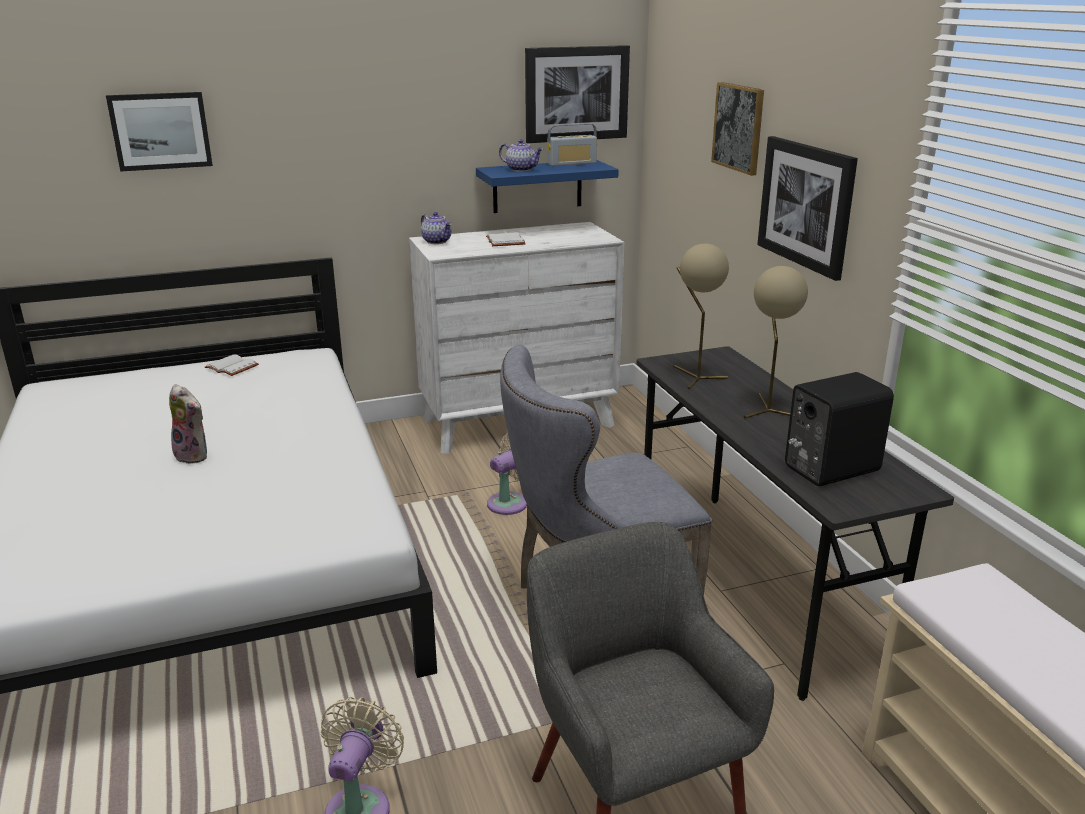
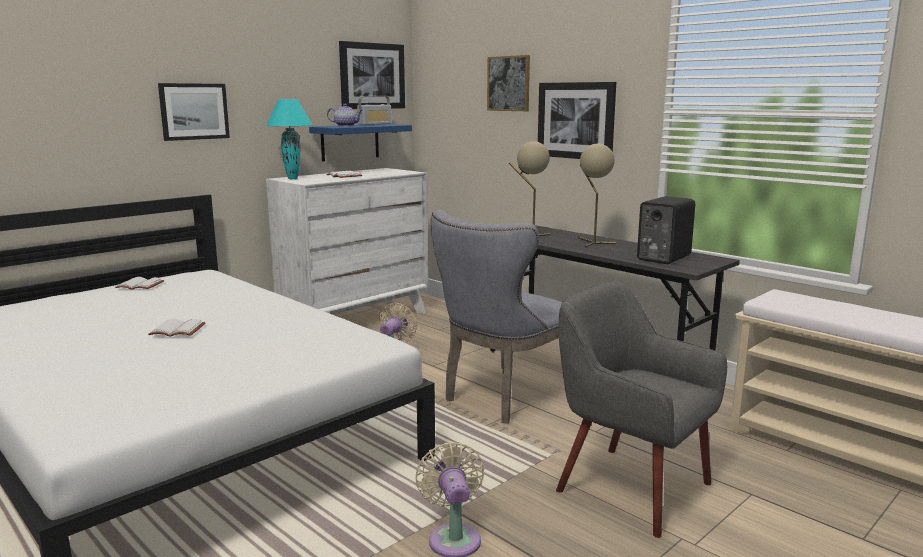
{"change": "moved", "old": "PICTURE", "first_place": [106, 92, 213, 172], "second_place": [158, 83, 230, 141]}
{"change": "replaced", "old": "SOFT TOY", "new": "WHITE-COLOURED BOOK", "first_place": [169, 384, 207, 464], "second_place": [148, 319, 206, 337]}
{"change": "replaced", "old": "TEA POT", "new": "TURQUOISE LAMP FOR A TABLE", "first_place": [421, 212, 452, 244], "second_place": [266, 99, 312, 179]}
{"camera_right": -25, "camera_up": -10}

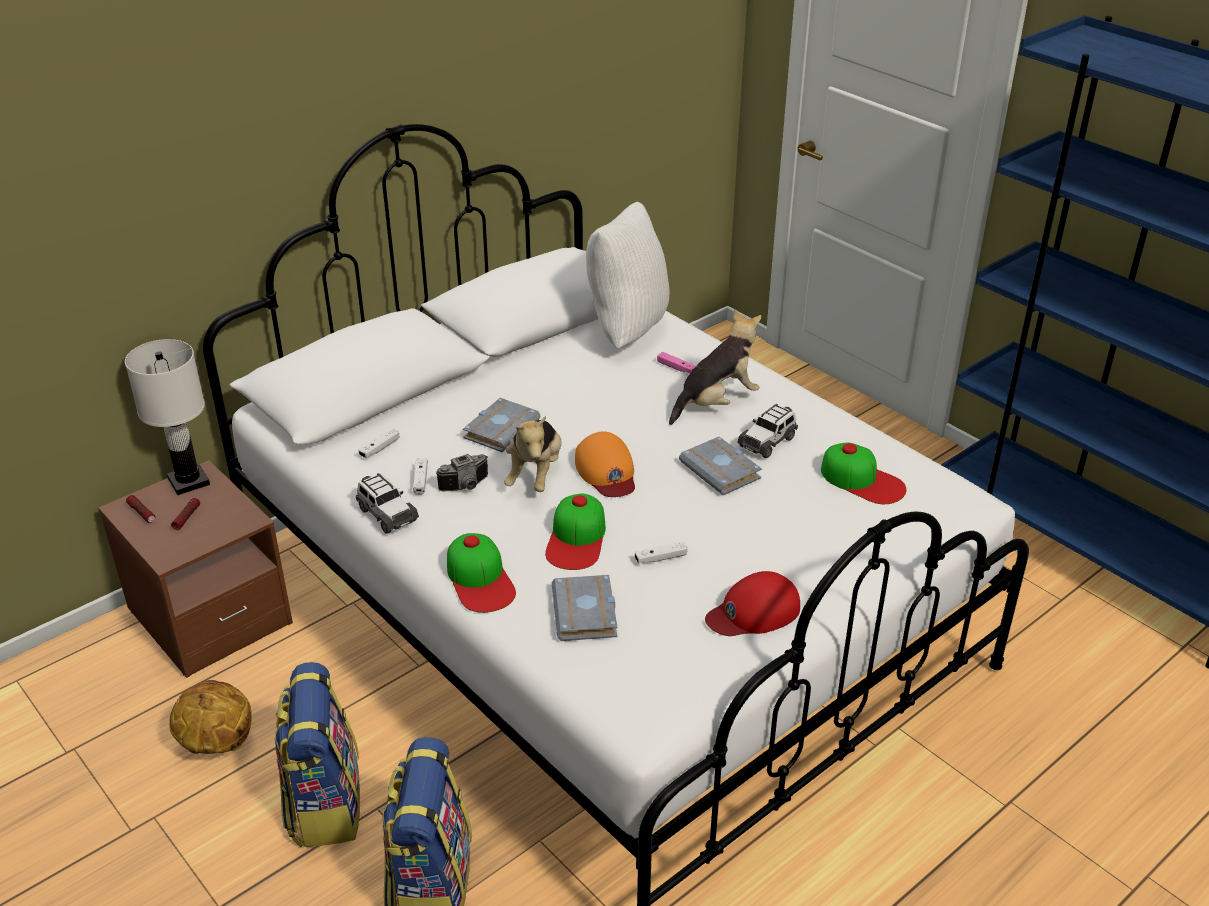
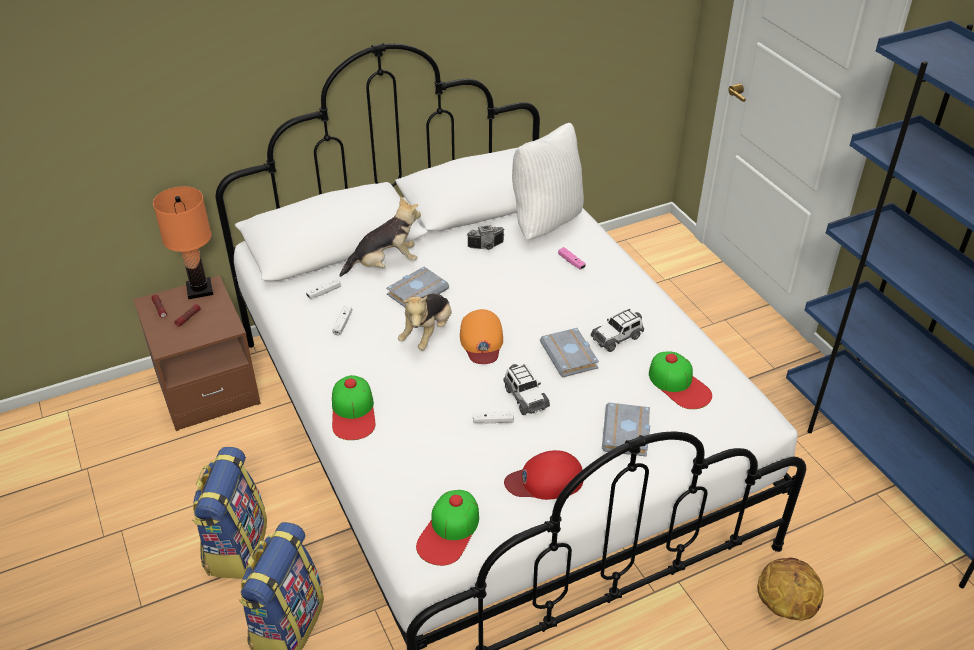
{"change": "moved", "old": "BASKETBALL BALL", "first_place": [169, 680, 252, 754], "second_place": [757, 558, 823, 621]}
{"change": "moved", "old": "MINIATURE CAR", "first_place": [356, 473, 419, 534], "second_place": [503, 364, 550, 415]}
{"change": "moved", "old": "STILL CAMERA", "first_place": [436, 454, 488, 491], "second_place": [467, 225, 504, 250]}
{"change": "moved", "old": "CAP", "first_place": [545, 494, 606, 570], "second_place": [416, 490, 479, 566]}
{"change": "moved", "old": "GRAY BOOK", "first_place": [552, 575, 617, 641], "second_place": [602, 403, 650, 457]}
{"change": "moved", "old": "SOFT TOY", "first_place": [669, 309, 761, 425], "second_place": [340, 196, 421, 277]}
{"change": "recoloured", "old": "WHITE-COLOURED LAMP FOR A TABLE", "new": "ORANGE LAMP FOR A TABLE", "first_place": [125, 339, 210, 495], "second_place": [153, 186, 213, 299]}
{"camera_right": 15, "camera_up": 5}

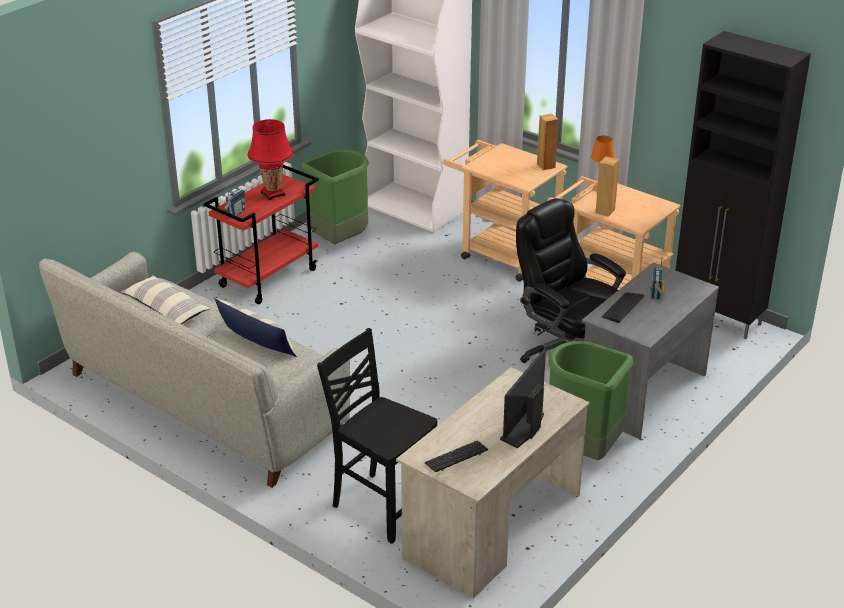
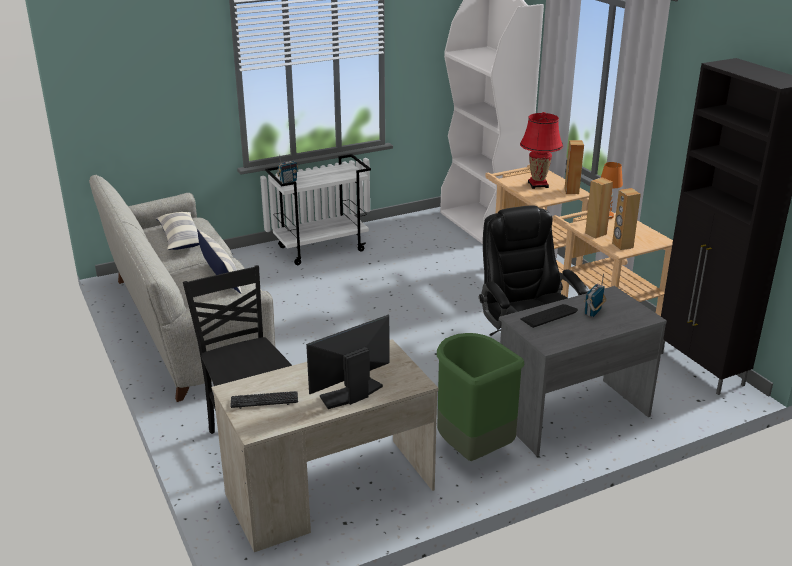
{"change": "removed", "old": "GREEN RUBBISH BIN", "first_place": [302, 149, 369, 244]}
{"change": "added", "new": "BROWNISH LOUDSPEAKER", "second_place": [612, 188, 641, 250]}
{"change": "moved", "old": "RED LAMP FOR A TABLE", "first_place": [247, 119, 293, 200], "second_place": [520, 112, 563, 189]}
{"change": "recoloured", "old": "RED WHEELED CART", "new": "WHITE-COLOURED WHEELED CART", "first_place": [203, 165, 319, 304], "second_place": [265, 154, 371, 265]}
{"camera_right": 25, "camera_up": -5}

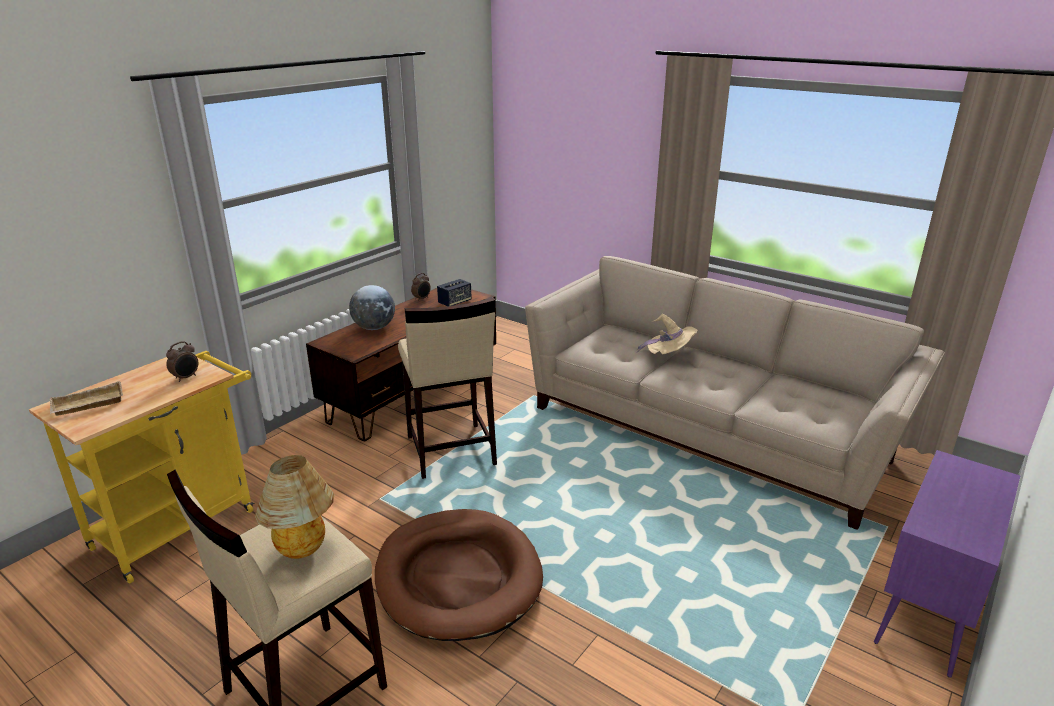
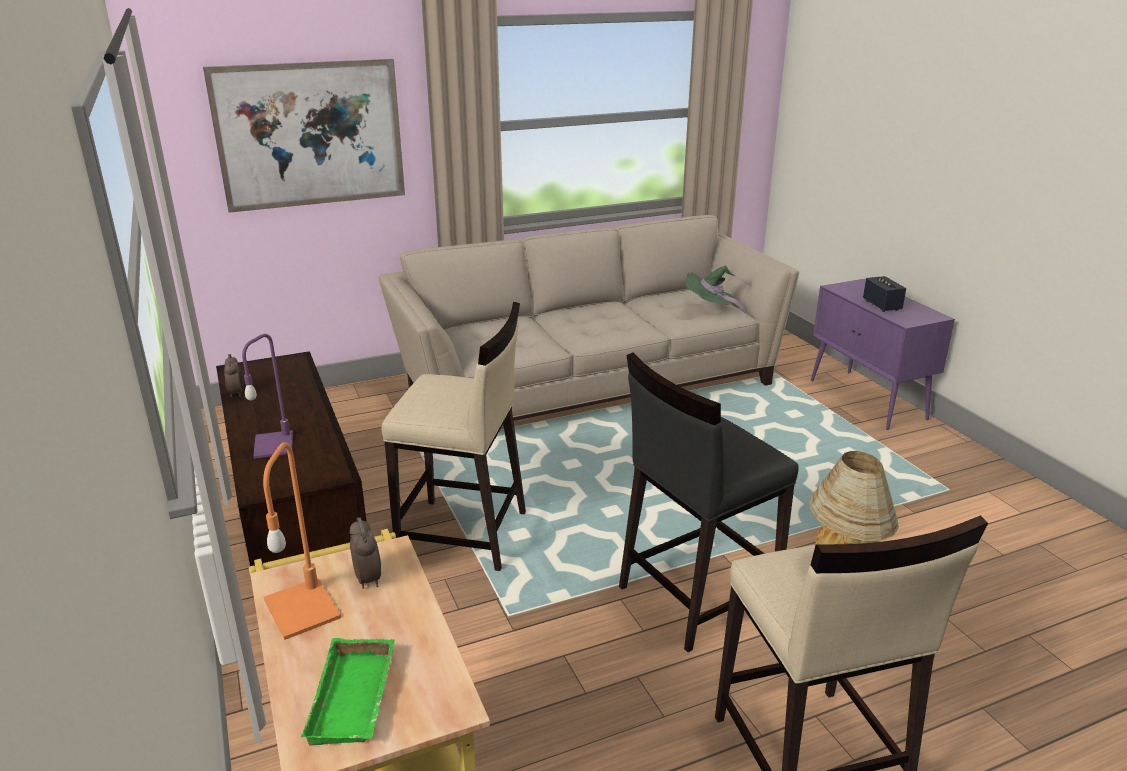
{"change": "removed", "old": "BEIGE-COLOURED WEARABLE HAT", "first_place": [636, 314, 698, 354]}
{"change": "added", "new": "PICTURE", "second_place": [203, 59, 405, 213]}
{"change": "added", "new": "ORANGE LAMP FOR A TABLE", "second_place": [263, 442, 341, 640]}
{"change": "added", "new": "GREEN WEARABLE HAT", "second_place": [685, 266, 745, 314]}
{"change": "moved", "old": "LOUDSPEAKER", "first_place": [437, 279, 472, 306], "second_place": [863, 276, 906, 312]}
{"change": "replaced", "old": "DESK GLOBE", "new": "PURPLISH LAMP FOR A TABLE", "first_place": [349, 285, 395, 330], "second_place": [242, 334, 293, 459]}
{"change": "replaced", "old": "BROWNISH DOG CUSHION", "new": "BLACKISH SITTING STOOL", "first_place": [375, 509, 543, 641], "second_place": [619, 353, 799, 652]}
{"change": "recoloured", "old": "BEIGE-COLOURED SERVING TRAY", "new": "GREEN SERVING TRAY", "first_place": [50, 381, 123, 416], "second_place": [301, 638, 395, 746]}
{"camera_right": -60, "camera_up": 0}

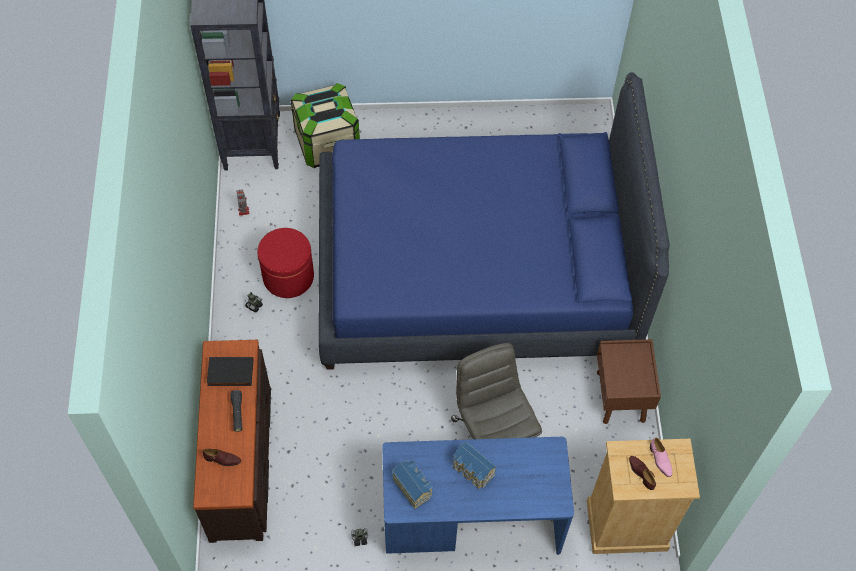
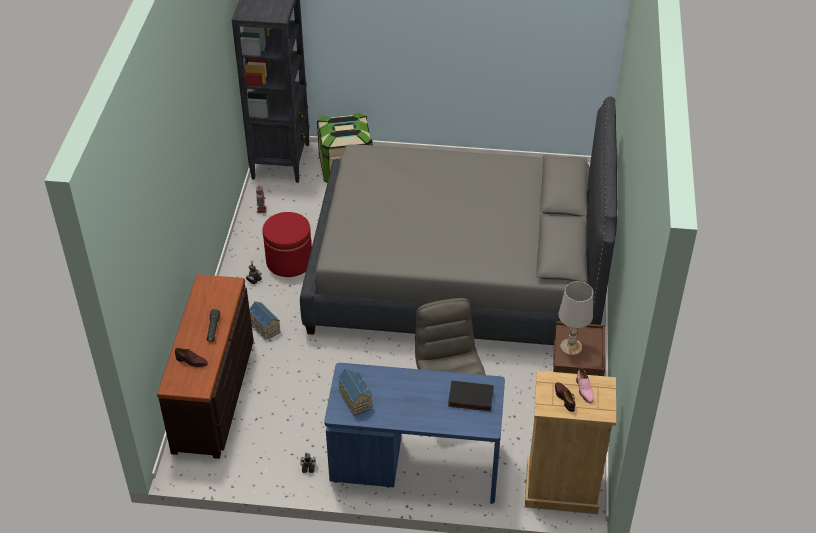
{"change": "added", "new": "WHITE-COLOURED LAMP FOR A TABLE", "second_place": [559, 281, 593, 355]}
{"change": "moved", "old": "BLACKISH BOOK", "first_place": [207, 357, 254, 386], "second_place": [448, 381, 494, 411]}
{"change": "moved", "old": "MODEL HOUSE", "first_place": [452, 442, 497, 489], "second_place": [250, 301, 281, 340]}
{"change": "recoloured", "old": "BLUISH BED", "new": "GRAY BED", "first_place": [318, 72, 670, 370], "second_place": [300, 97, 617, 345]}
{"camera_right": 10, "camera_up": -15}

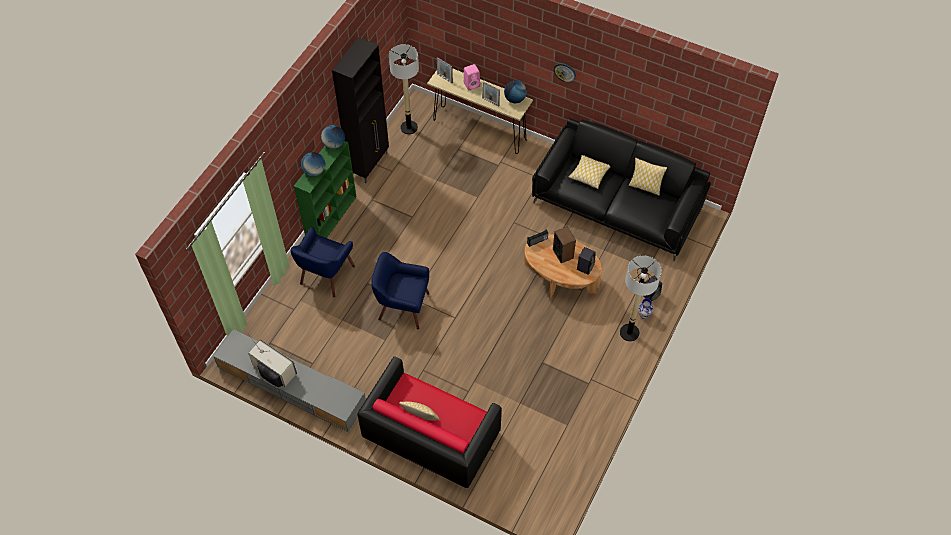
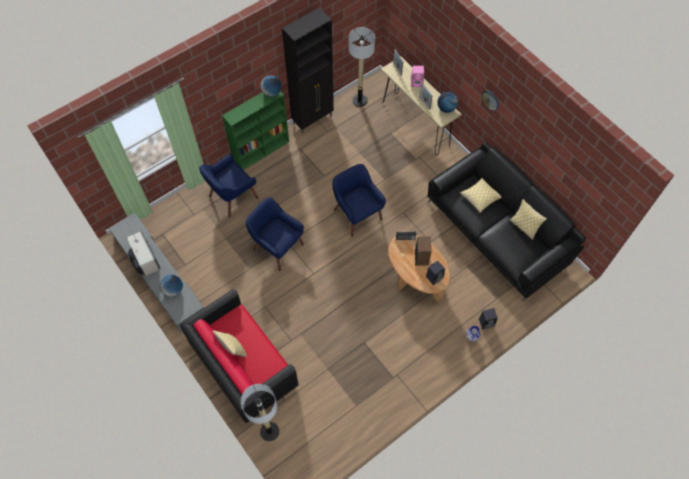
{"change": "added", "new": "BLUISH EASY CHAIR", "second_place": [332, 164, 386, 237]}
{"change": "moved", "old": "DESK GLOBE", "first_place": [301, 152, 325, 177], "second_place": [160, 275, 183, 297]}
{"change": "moved", "old": "FLOOR LAMP", "first_place": [620, 256, 662, 342], "second_place": [241, 384, 279, 441]}
{"camera_right": 25, "camera_up": 5}

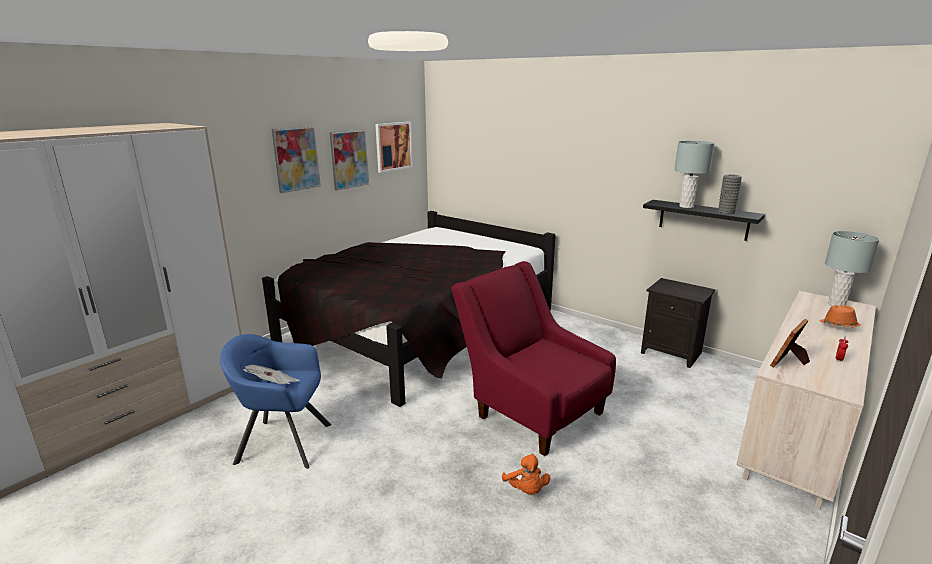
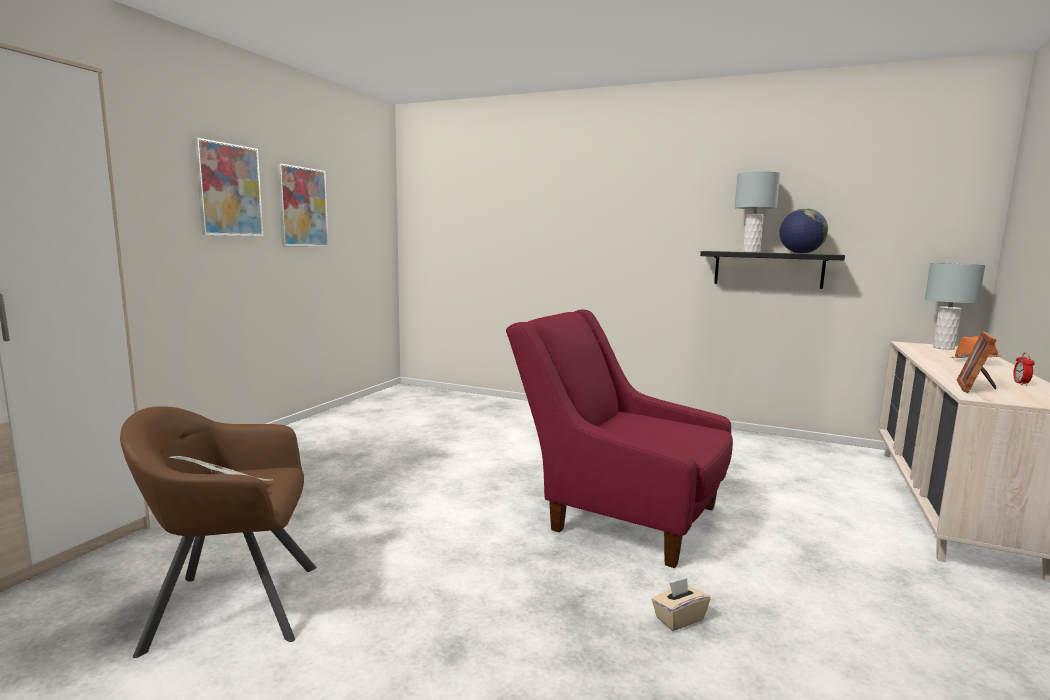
{"change": "removed", "old": "BLACKISH BED", "first_place": [262, 211, 556, 407]}
{"change": "removed", "old": "PICTURE", "first_place": [375, 122, 413, 173]}
{"change": "removed", "old": "BLACKISH NIGHTSTAND", "first_place": [641, 278, 716, 368]}
{"change": "replaced", "old": "ORANGE SOFT TOY", "new": "BEIGE-COLOURED BOX OF TISSUES", "first_place": [502, 454, 550, 495], "second_place": [652, 578, 710, 631]}
{"change": "replaced", "old": "GRAY VASE", "new": "DESK GLOBE", "first_place": [718, 174, 742, 214], "second_place": [780, 208, 828, 253]}
{"change": "recoloured", "old": "BLUISH EASY CHAIR", "new": "BROWNISH EASY CHAIR", "first_place": [220, 334, 331, 469], "second_place": [120, 406, 316, 658]}
{"camera_right": -15, "camera_up": -10}

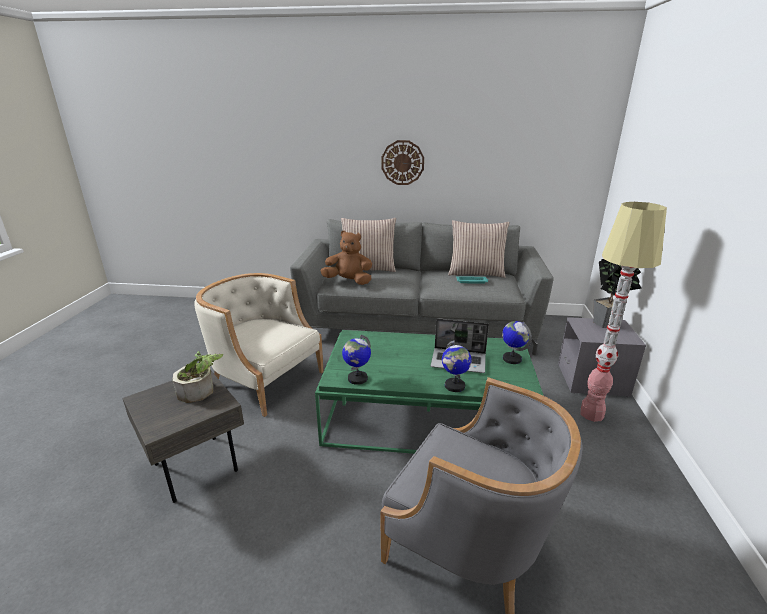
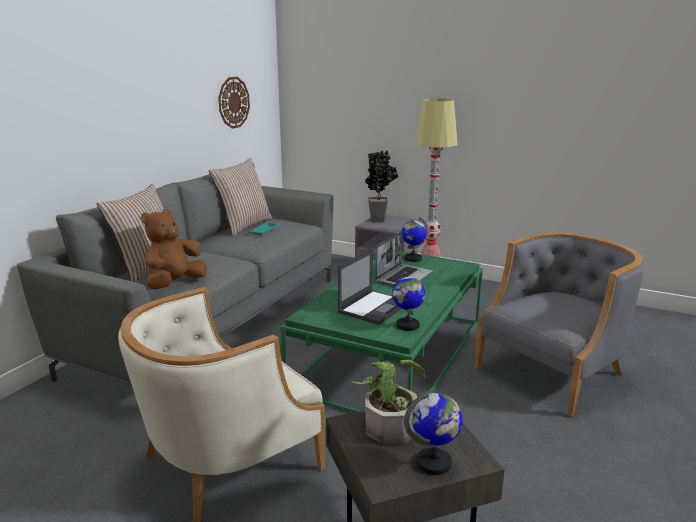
{"change": "added", "new": "NOTEBOOK COMPUTER", "second_place": [338, 249, 402, 325]}
{"change": "moved", "old": "WALL CLOCK", "first_place": [381, 140, 424, 185], "second_place": [218, 77, 250, 129]}
{"change": "moved", "old": "DESK GLOBE", "first_place": [442, 340, 472, 392], "second_place": [404, 391, 463, 475]}
{"camera_right": -70, "camera_up": -5}

